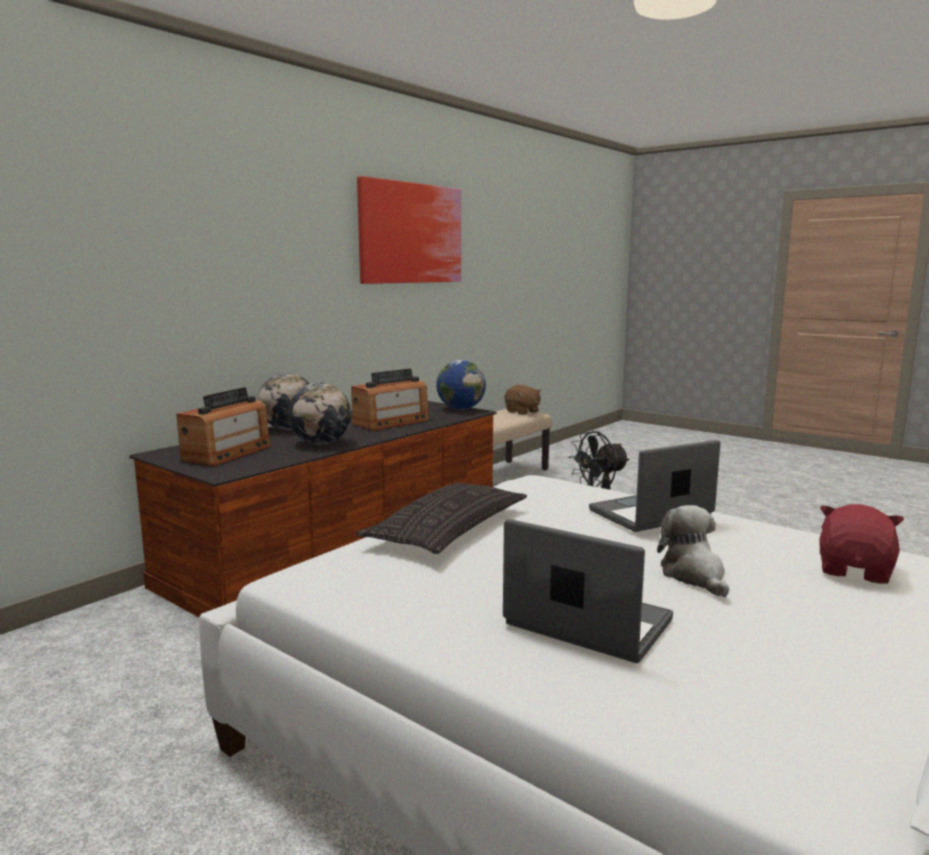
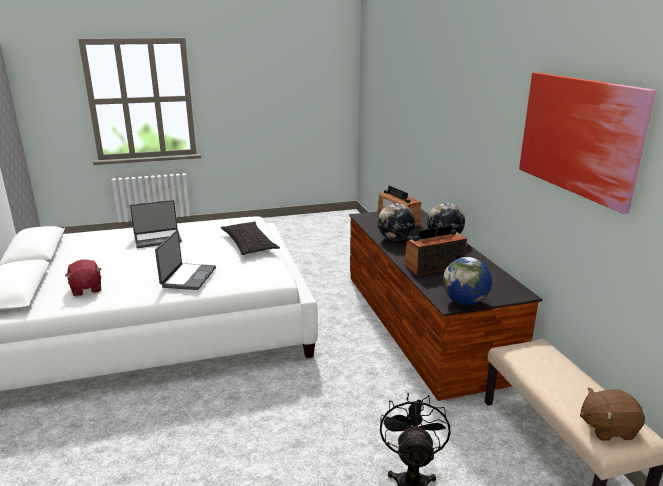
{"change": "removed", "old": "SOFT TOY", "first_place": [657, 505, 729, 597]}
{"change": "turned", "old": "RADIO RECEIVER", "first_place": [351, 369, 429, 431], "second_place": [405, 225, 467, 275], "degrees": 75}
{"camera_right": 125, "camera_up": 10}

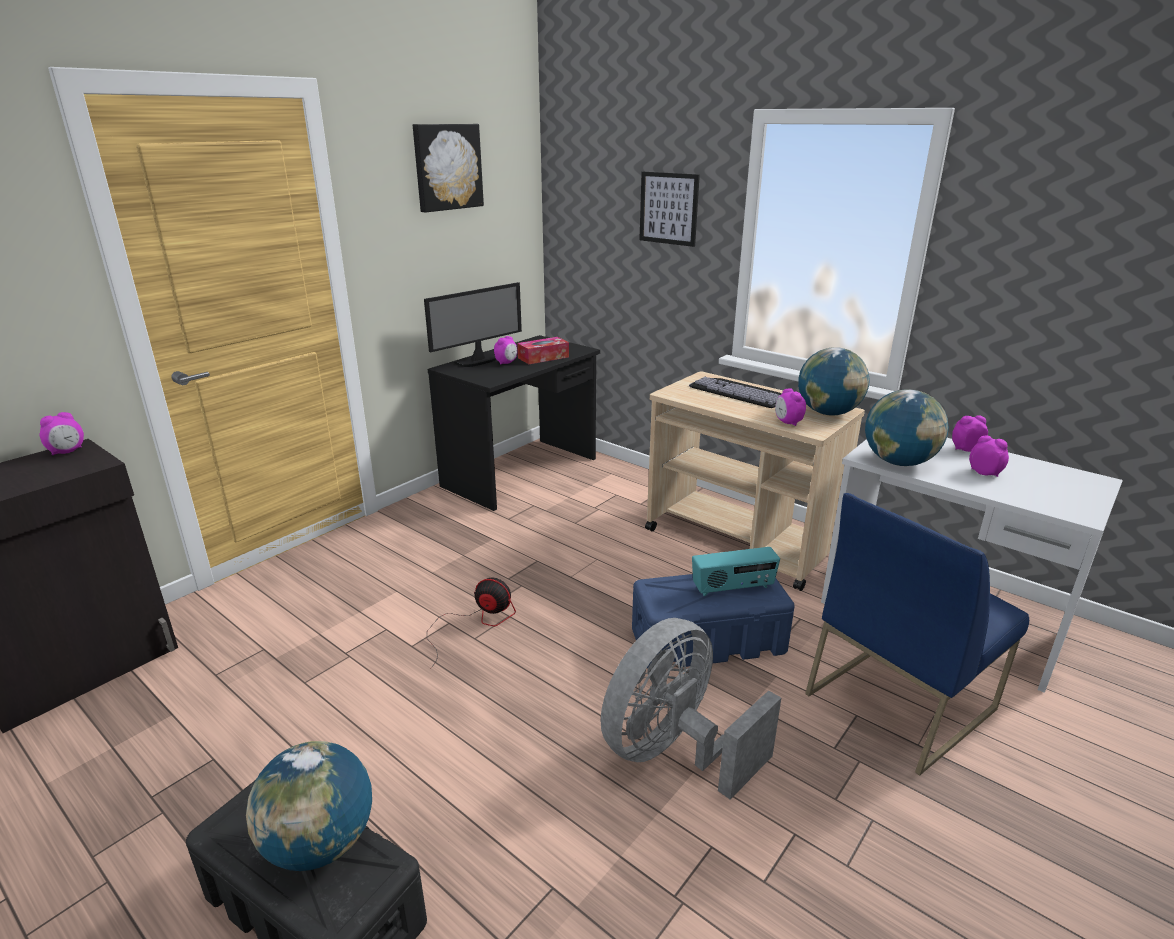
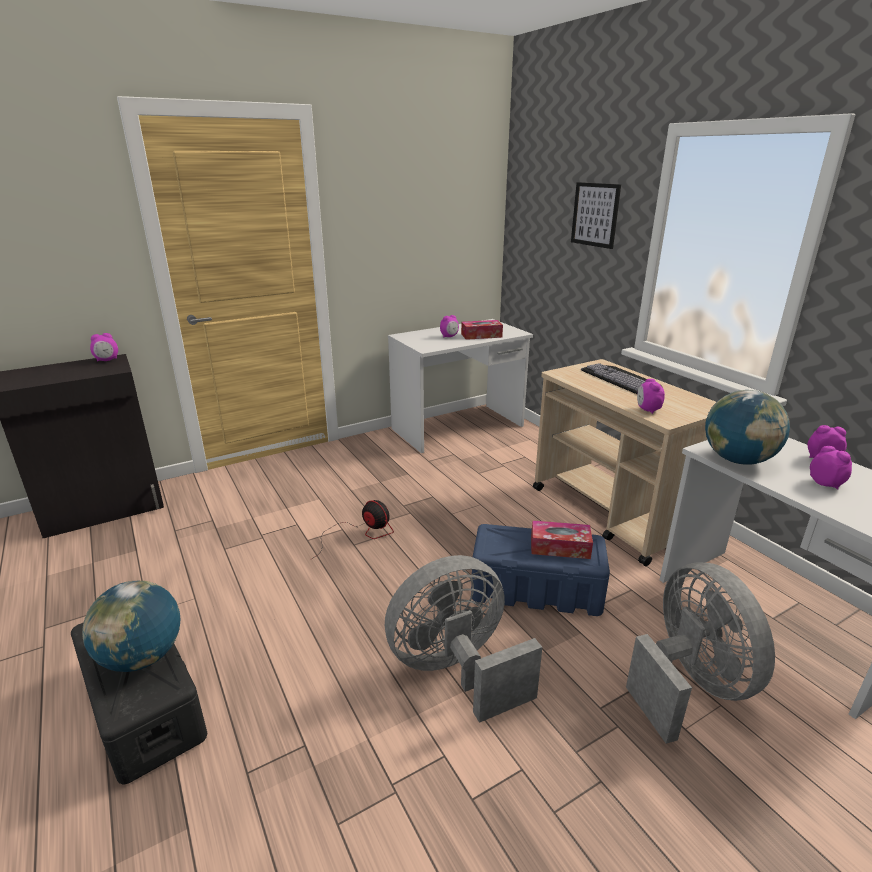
{"change": "removed", "old": "PICTURE", "first_place": [413, 124, 484, 213]}
{"change": "removed", "old": "COMPUTER DISPLAY", "first_place": [424, 282, 522, 367]}
{"change": "removed", "old": "DESK GLOBE", "first_place": [798, 347, 870, 416]}
{"change": "replaced", "old": "RADIO RECEIVER", "new": "BOX OF TISSUES", "first_place": [692, 547, 780, 596], "second_place": [531, 521, 593, 559]}
{"change": "replaced", "old": "BLUISH UPRIGHT CHAIR", "new": "GRAY FAN", "first_place": [805, 493, 1029, 776], "second_place": [626, 562, 775, 744]}
{"change": "recoloured", "old": "BLACKISH DESK", "new": "WHITE-COLOURED DESK", "first_place": [428, 335, 600, 511], "second_place": [388, 319, 533, 453]}
{"camera_right": 20, "camera_up": 0}

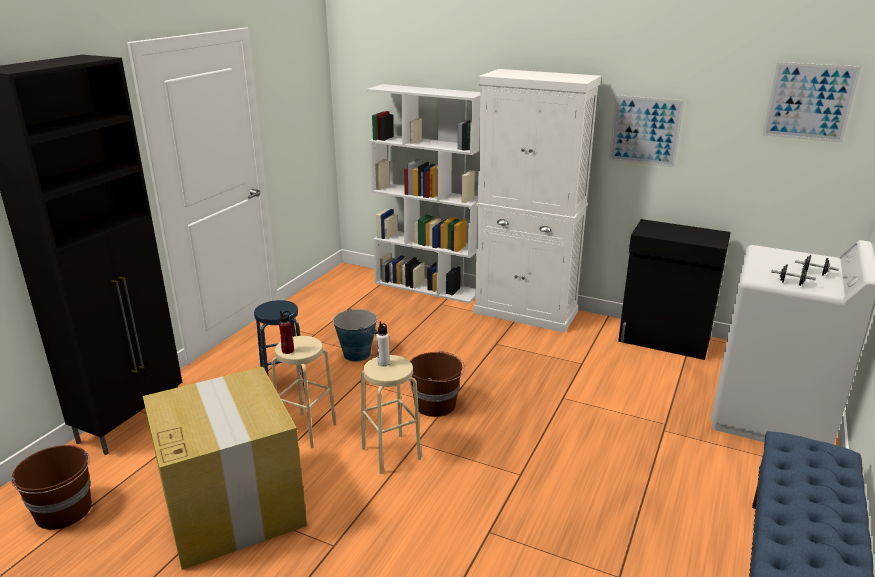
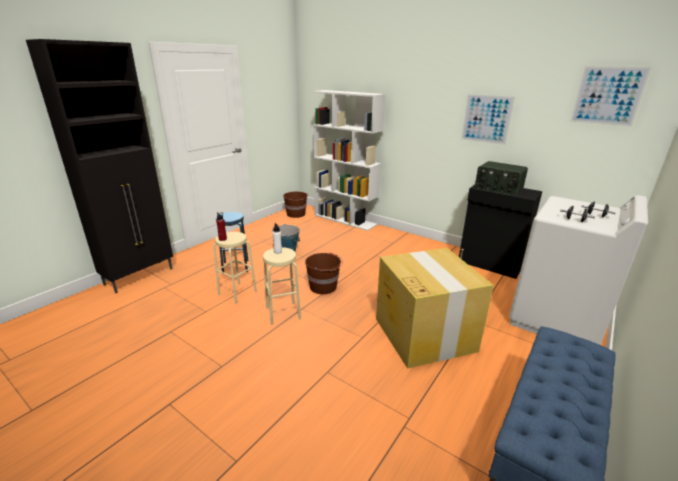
{"change": "removed", "old": "WHITE-COLOURED STORAGE CABINET", "first_place": [473, 69, 601, 333]}
{"change": "added", "new": "RADIO RECEIVER", "second_place": [475, 161, 528, 196]}
{"change": "moved", "old": "BROWNISH BUCKET", "first_place": [11, 445, 92, 530], "second_place": [283, 192, 307, 218]}
{"change": "moved", "old": "CARDBOARD BOX", "first_place": [143, 367, 307, 570], "second_place": [376, 248, 494, 369]}
{"camera_right": 10, "camera_up": 0}

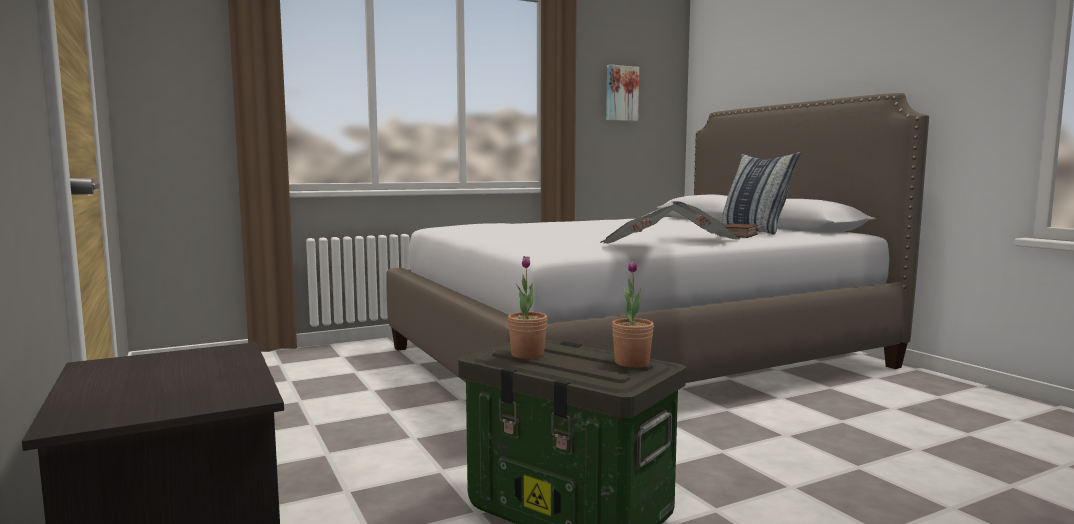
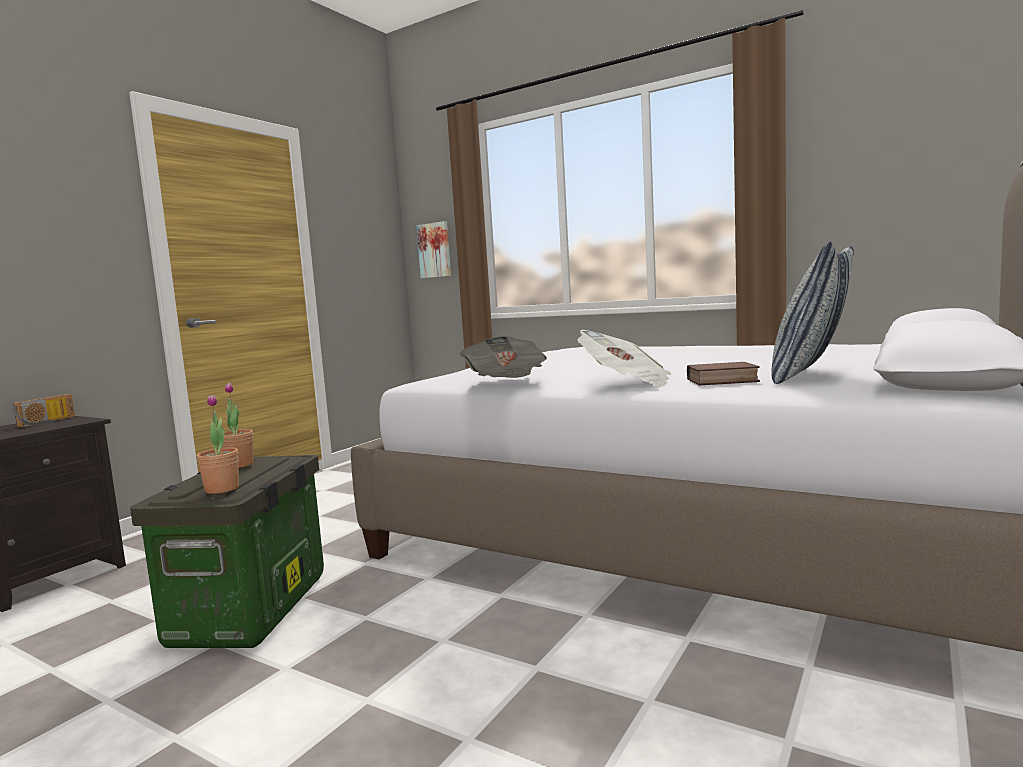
{"change": "added", "new": "RADIO RECEIVER", "second_place": [13, 394, 75, 427]}
{"change": "moved", "old": "PICTURE", "first_place": [606, 65, 639, 121], "second_place": [416, 221, 451, 278]}
{"camera_right": 60, "camera_up": 0}

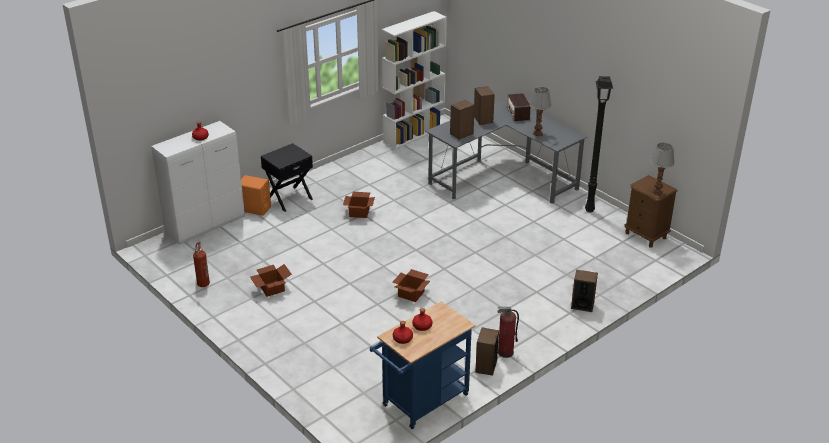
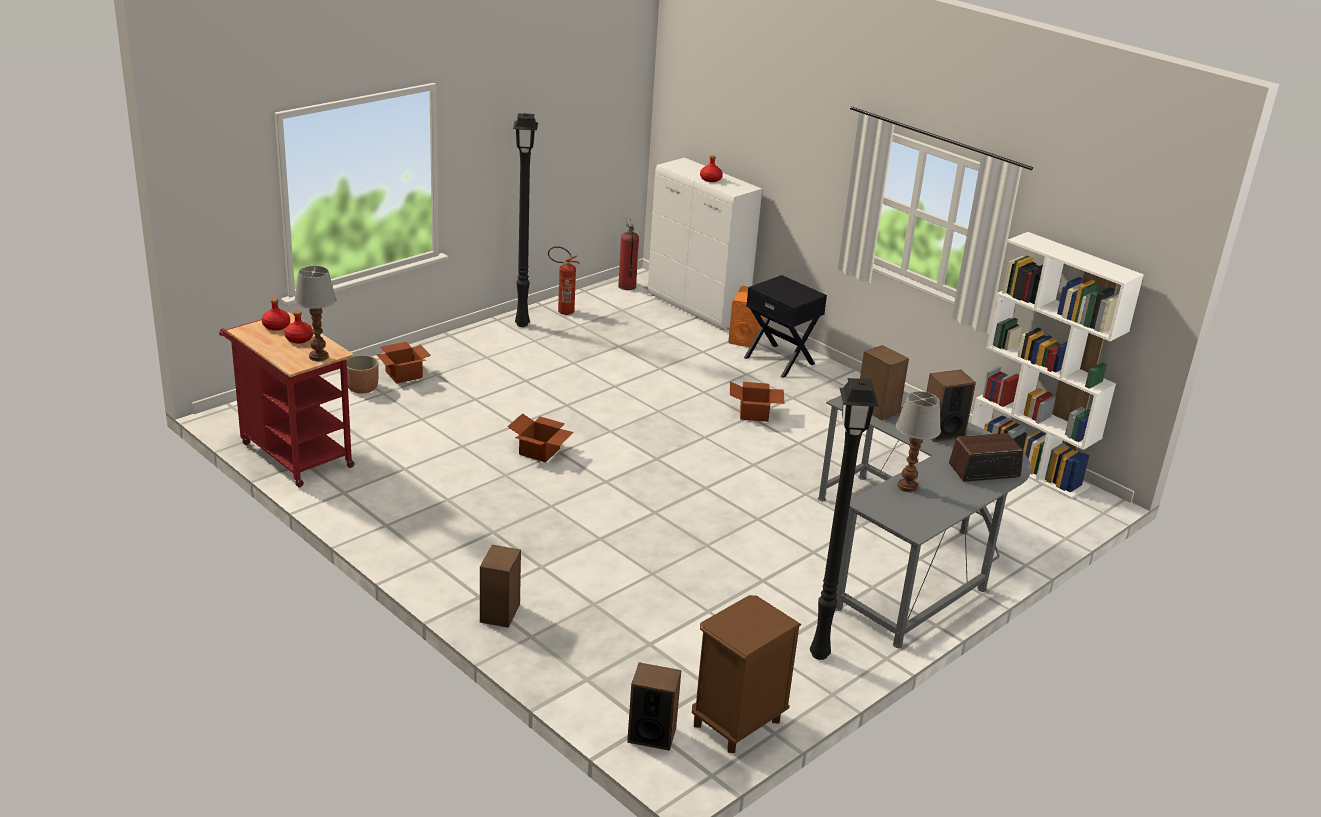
{"change": "added", "new": "PLANT POT", "second_place": [346, 355, 379, 394]}
{"change": "added", "new": "BLACKISH FLOOR LAMP", "second_place": [513, 113, 538, 327]}
{"change": "moved", "old": "CARDBOARD BOX", "first_place": [250, 264, 292, 297], "second_place": [376, 342, 431, 384]}
{"change": "moved", "old": "LOUDSPEAKER", "first_place": [475, 328, 499, 376], "second_place": [627, 662, 681, 751]}
{"change": "moved", "old": "EXTINGUISHER", "first_place": [498, 307, 519, 358], "second_place": [618, 219, 639, 290]}
{"change": "moved", "old": "LAMP FOR A TABLE", "first_place": [651, 143, 674, 195], "second_place": [294, 266, 337, 361]}
{"change": "recoloured", "old": "BLUISH WHEELED CART", "new": "RED WHEELED CART", "first_place": [370, 301, 475, 429], "second_place": [219, 312, 354, 487]}
{"camera_right": 85, "camera_up": -5}

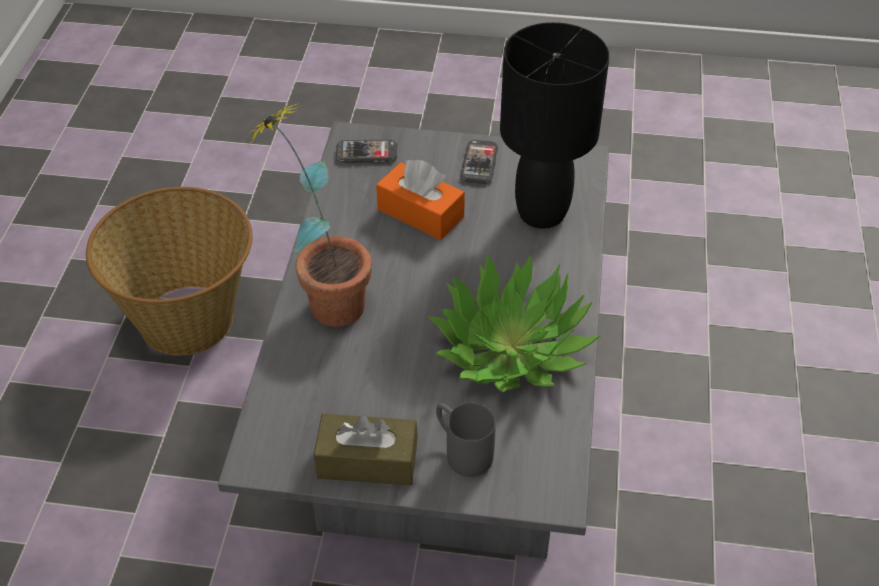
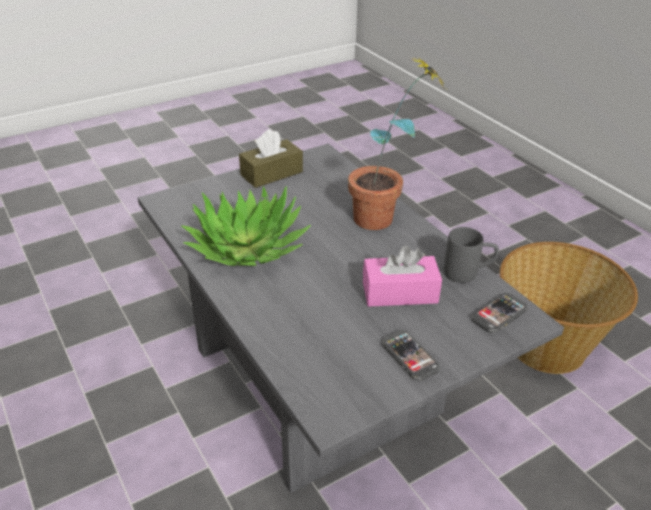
{"change": "removed", "old": "BLACKISH LAMP FOR A TABLE", "first_place": [500, 22, 609, 229]}
{"change": "moved", "old": "GRAY MUG", "first_place": [436, 403, 495, 477], "second_place": [444, 227, 499, 283]}
{"change": "recoloured", "old": "ORANGE BOX OF TISSUES", "new": "PINK BOX OF TISSUES", "first_place": [376, 160, 465, 240], "second_place": [363, 246, 442, 307]}
{"camera_right": 140, "camera_up": -10}

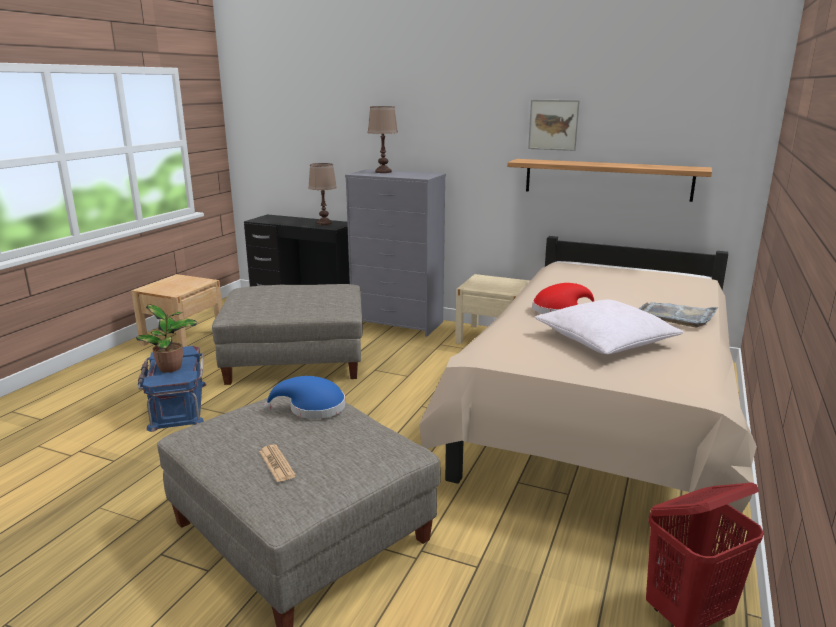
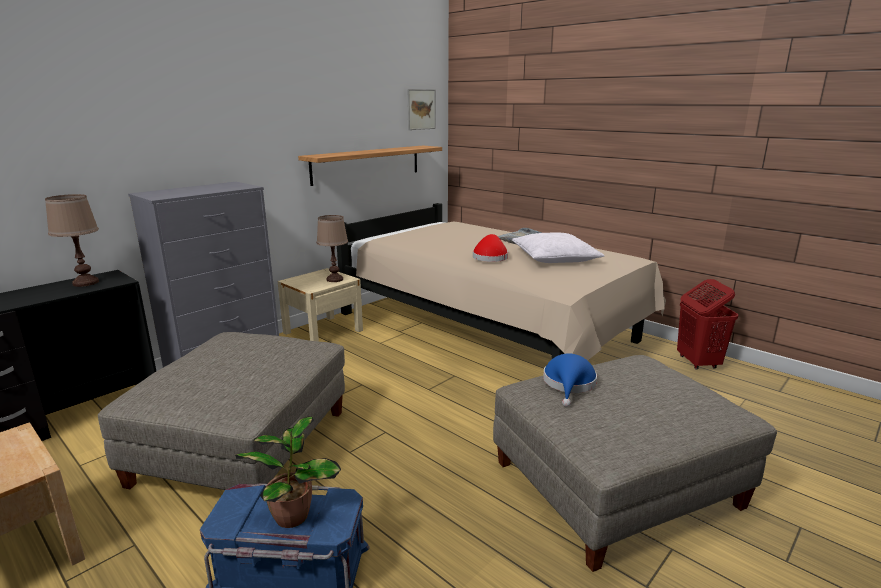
{"change": "removed", "old": "DAILY PAPER", "first_place": [259, 444, 296, 482]}
{"change": "moved", "old": "BROWNISH LAMP FOR A TABLE", "first_place": [367, 106, 398, 173], "second_place": [317, 215, 348, 282]}
{"change": "moved", "old": "PICTURE", "first_place": [528, 100, 580, 151], "second_place": [407, 89, 436, 130]}
{"camera_right": -70, "camera_up": 0}

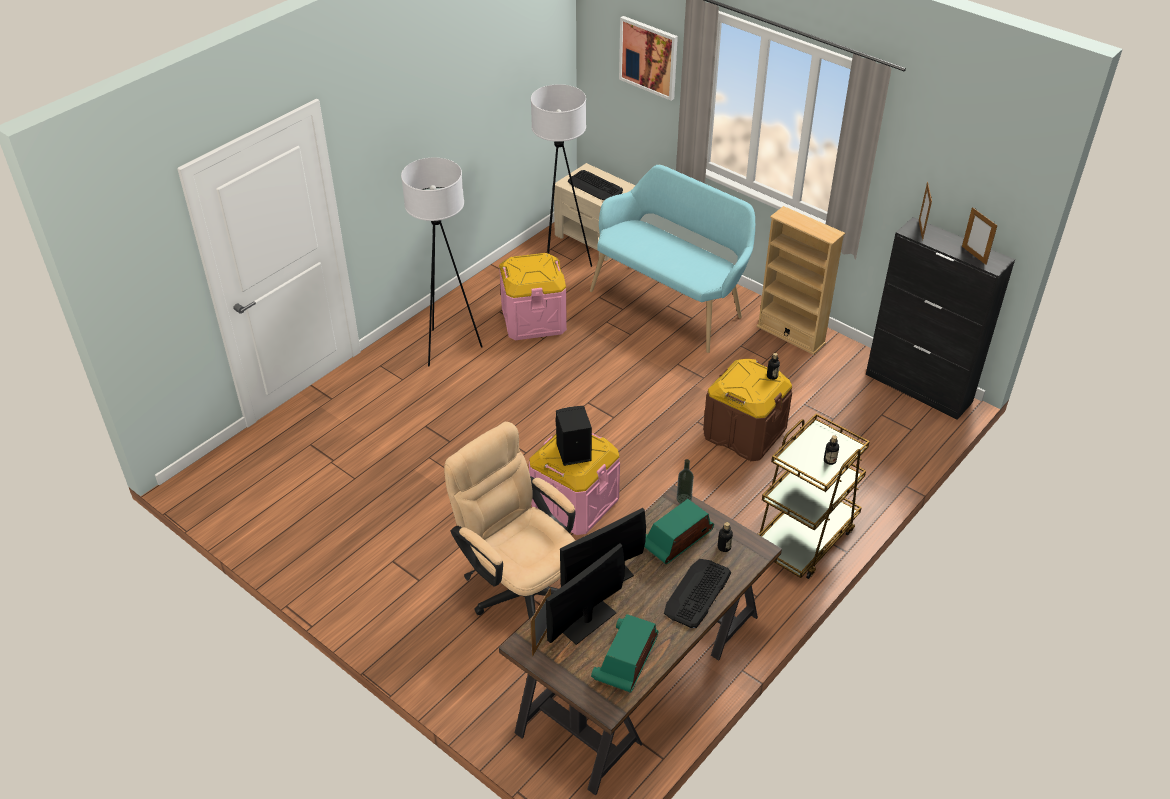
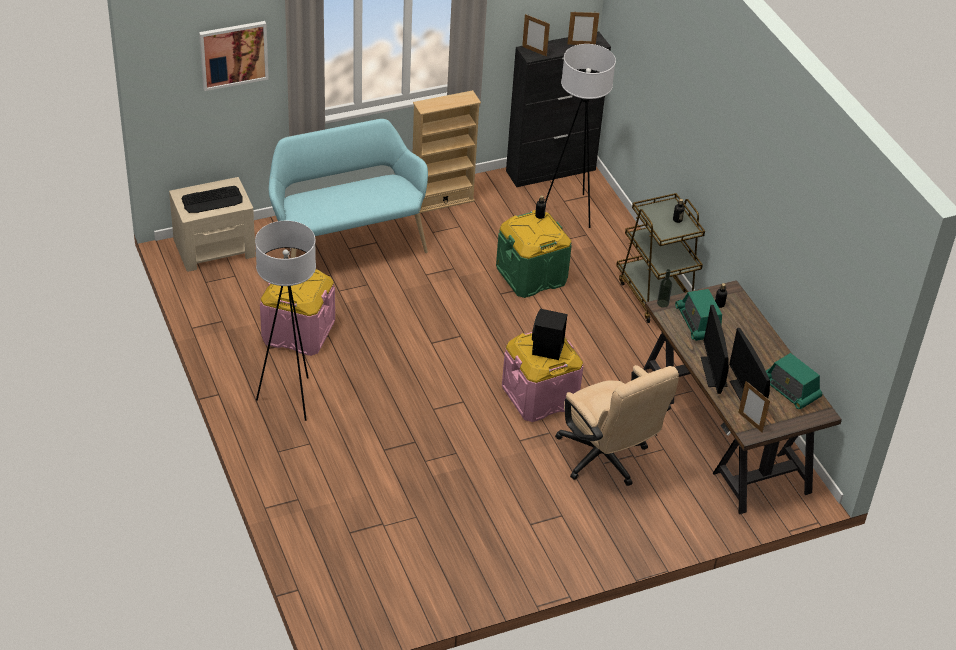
{"change": "removed", "old": "COMPUTER KEYBOARD", "first_place": [664, 559, 731, 628]}
{"change": "moved", "old": "WHITE-COLOURED FLOOR LAMP", "first_place": [531, 84, 592, 267], "second_place": [545, 44, 616, 228]}
{"change": "recoloured", "old": "BROWNISH STORAGE BOX", "new": "GREEN STORAGE BOX", "first_place": [703, 359, 792, 461], "second_place": [496, 210, 572, 298]}
{"change": "turned", "old": "BEIGE-COLOURED COMPUTER CHAIR", "first_place": [444, 422, 576, 619], "second_place": [555, 365, 679, 486], "degrees": -105}
{"camera_right": -65, "camera_up": 0}

